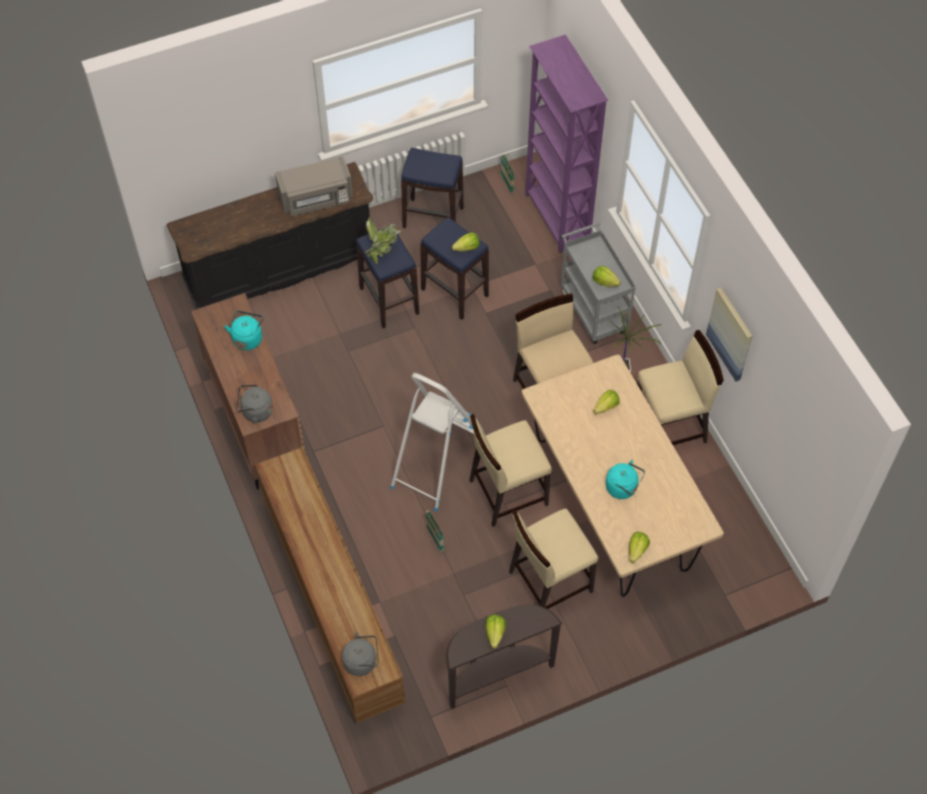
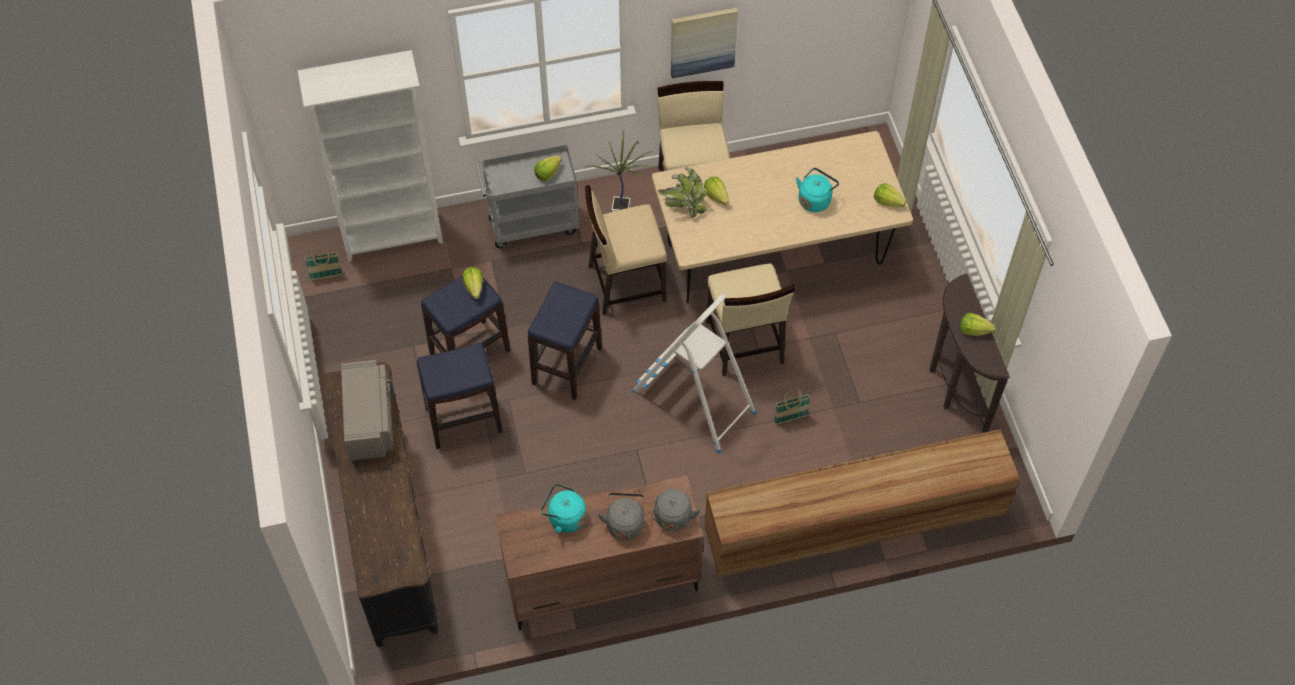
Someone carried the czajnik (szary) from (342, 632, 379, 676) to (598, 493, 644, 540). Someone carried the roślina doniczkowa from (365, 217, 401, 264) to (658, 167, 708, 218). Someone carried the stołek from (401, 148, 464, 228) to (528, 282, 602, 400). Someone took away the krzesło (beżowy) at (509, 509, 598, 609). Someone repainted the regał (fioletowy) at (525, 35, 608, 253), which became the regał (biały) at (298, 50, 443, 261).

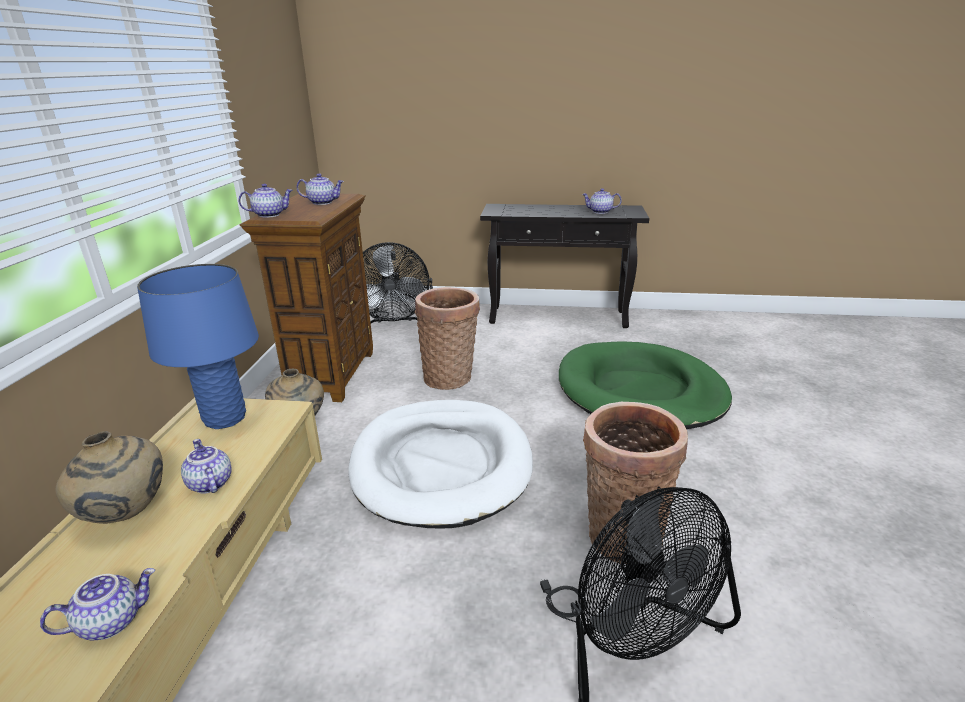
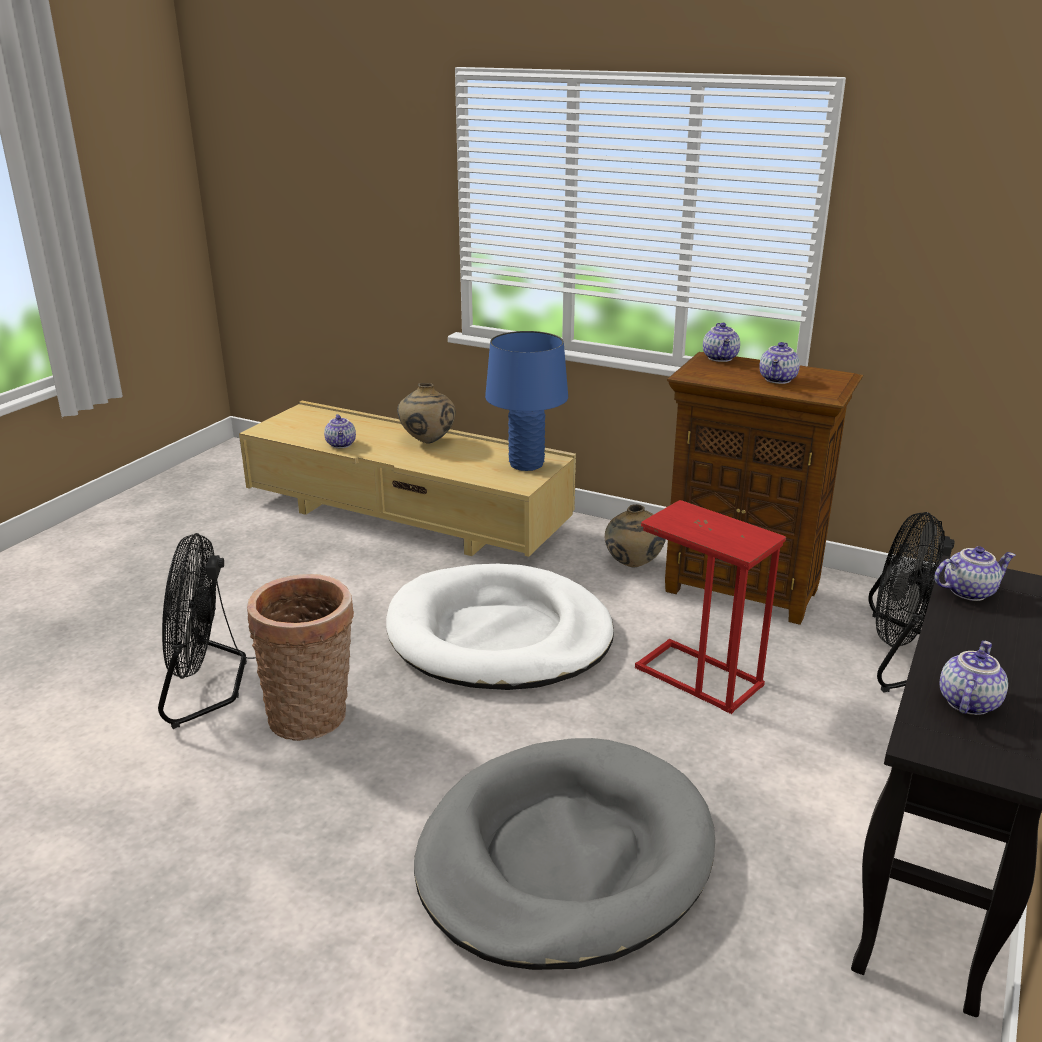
Someone carried the imbryk from (181, 439, 232, 493) to (934, 546, 1016, 601). Someone swapped the koszyk at (415, 287, 480, 390) for the stolik (czerwony) at (635, 500, 786, 714). Someone repainted the legowisko (zielony) at (559, 341, 732, 429), which became the legowisko (szary) at (414, 738, 715, 970).

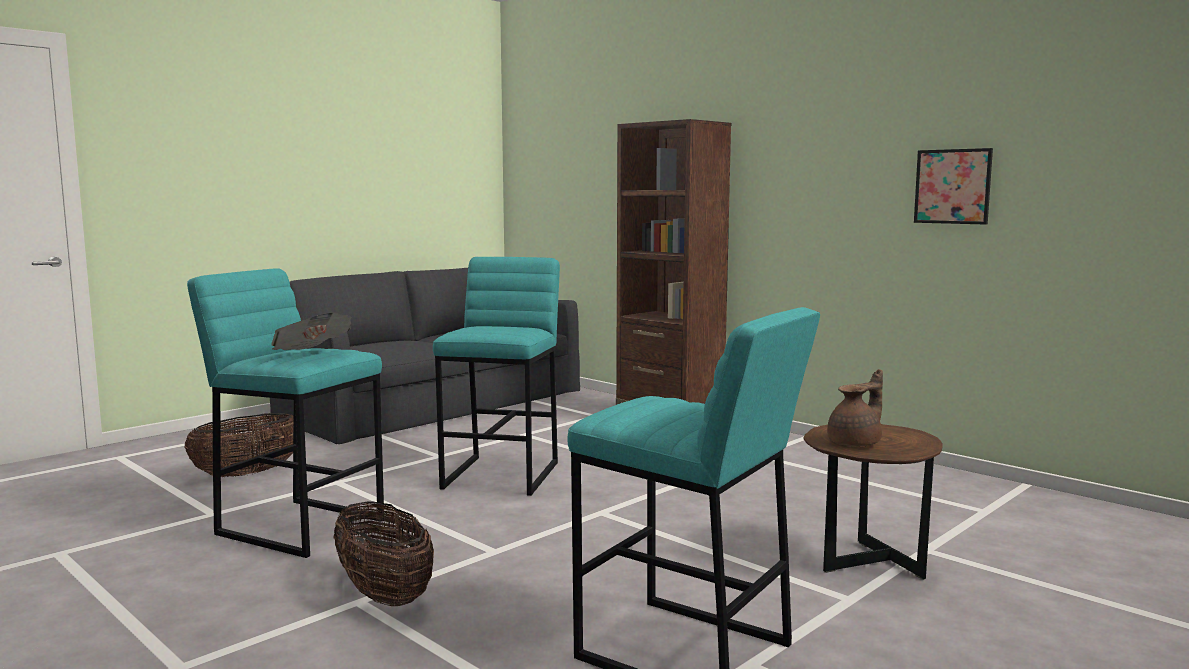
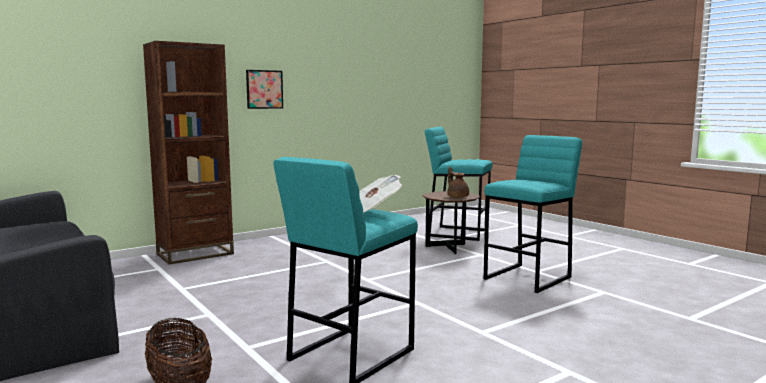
Someone took away the koszyk at (334, 501, 434, 606). Someone carried the stołek (turkusowy) from (433, 257, 560, 496) to (425, 127, 492, 241). Someone carried the obraz from (914, 148, 993, 225) to (246, 70, 283, 109).

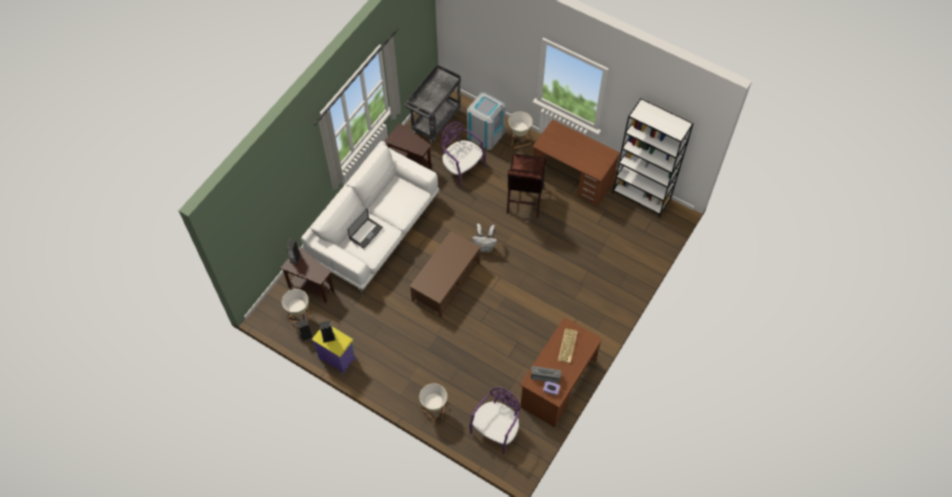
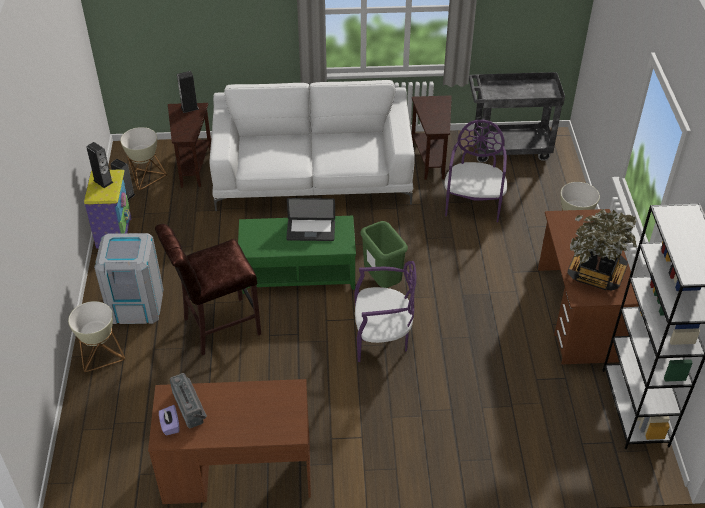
Someone carried the laptop from (348, 209, 383, 249) to (286, 198, 335, 241). Someone repainted the ława (brązowy) at (409, 231, 481, 318), which became the ława (zielony) at (238, 216, 356, 294). Someone carried the kosz na śmieci (szary) from (467, 92, 505, 150) to (94, 233, 164, 324). Someone carried the krzesło (fioletowy) from (469, 387, 520, 455) to (354, 261, 416, 362). Someone swapped the plecak (biały) at (472, 223, 497, 252) for the kosz na śmieci (zielony) at (360, 221, 408, 288). Someone carried the stołek (brązowy) from (507, 154, 547, 218) to (155, 224, 261, 355). Someone took away the klawiatura at (558, 328, 578, 363). Someone put down the roślina doniczkowa at (567, 209, 637, 291).

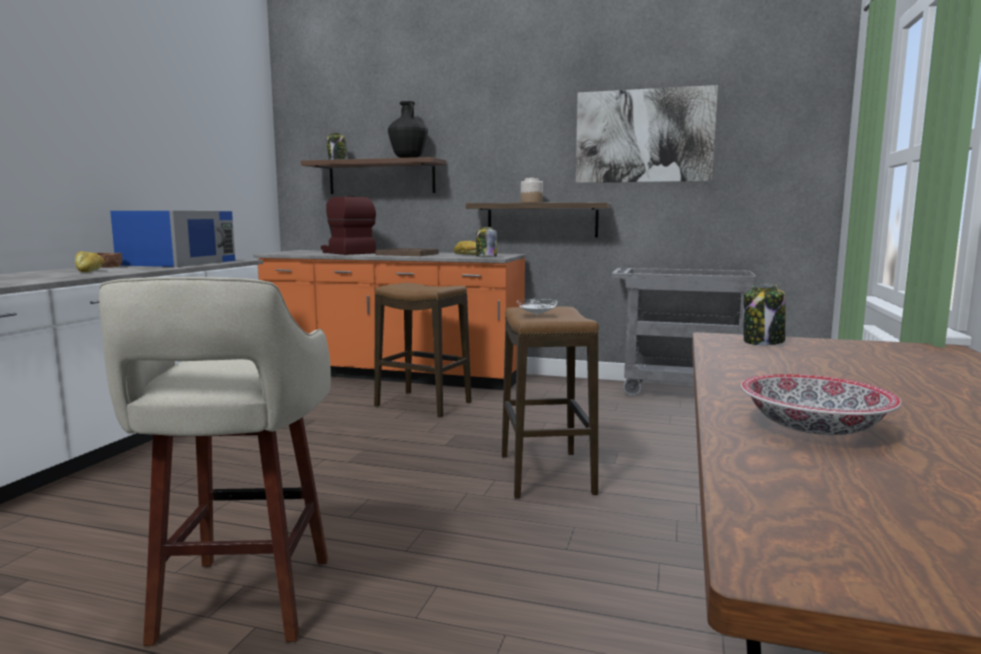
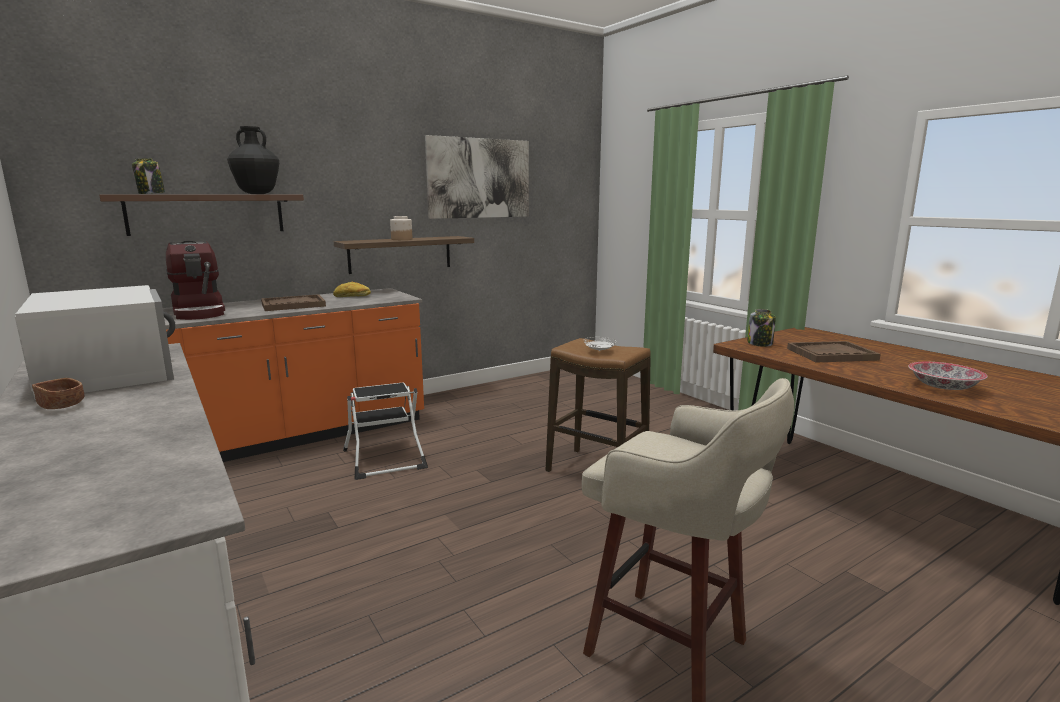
Someone took away the chleb at (75, 251, 104, 273). Someone repainted the mikrofalówka (niebieski) at (110, 211, 235, 267), which became the mikrofalówka (biały) at (15, 285, 176, 400). Someone rotated the ekspres do kawy at (321, 195, 376, 255) by 120 degrees counterclockwise. Someone swapped the stołek at (374, 283, 472, 418) for the drabinka at (343, 383, 428, 480). Someone took away the słoik at (476, 227, 497, 257). Someone took away the wózek (szary) at (611, 268, 756, 396). Someone put down the taca (brązowy) at (787, 341, 881, 362).

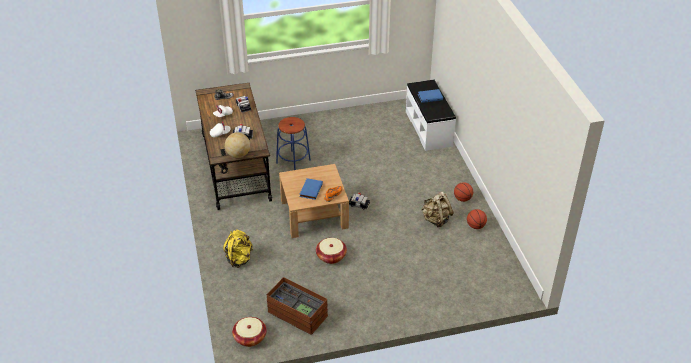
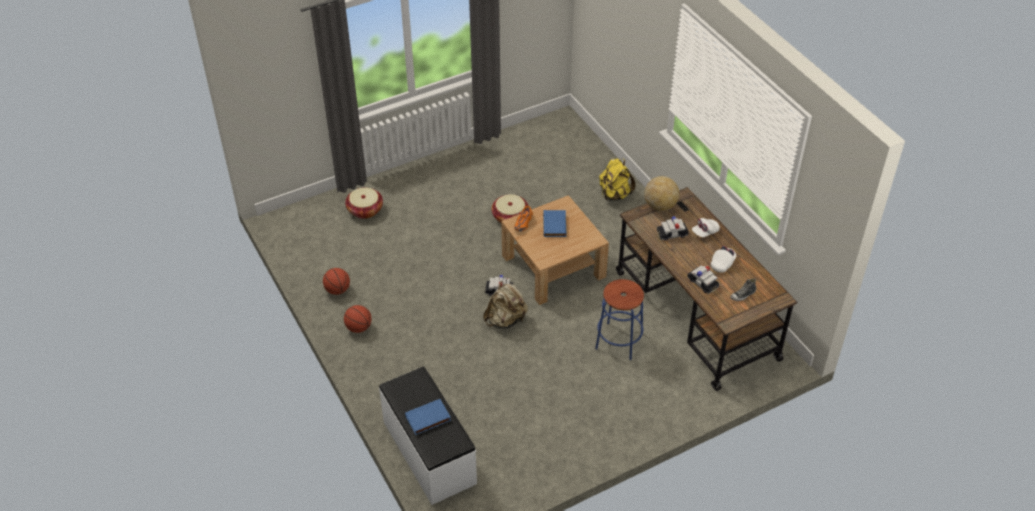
Someone carried the koszyk from (232, 317, 267, 347) to (345, 188, 383, 219). Someone took away the pojemnik do przechowywania (brązowy) at (267, 277, 328, 335). Someone carried the plecak (beżowy) from (421, 192, 454, 228) to (483, 281, 528, 328).

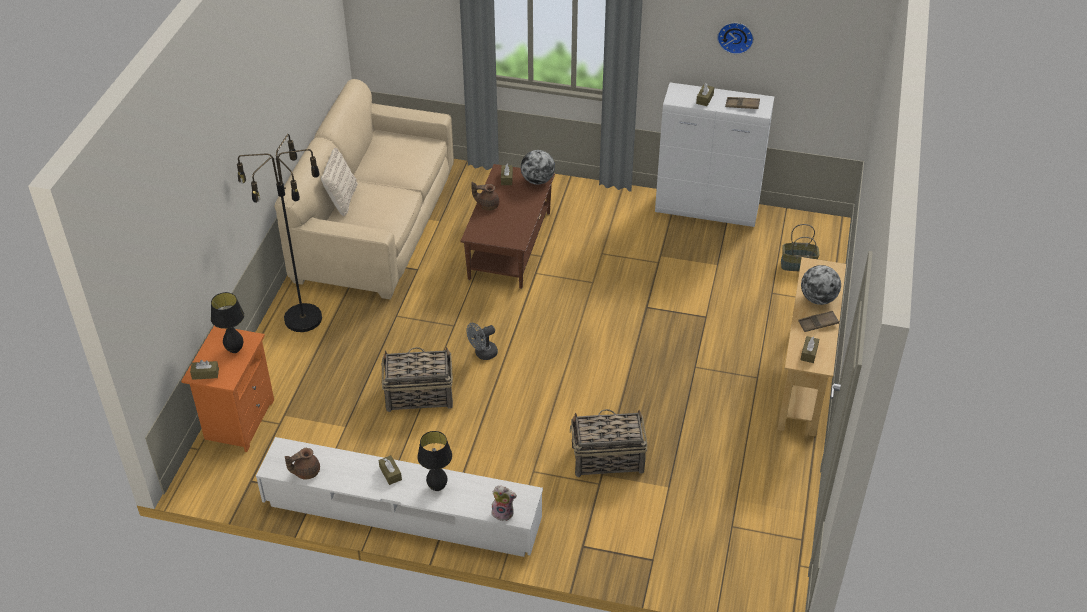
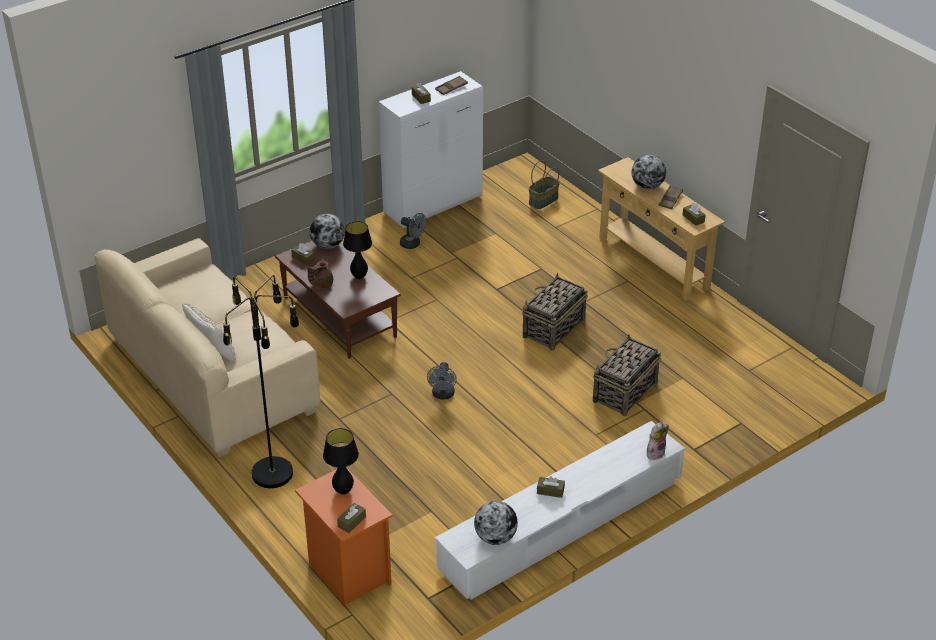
Someone swapped the imbryk (brązowy) at (285, 448, 320, 479) for the globus at (474, 501, 518, 545). Someone carried the koszyk from (381, 347, 453, 412) to (522, 273, 588, 350). Someone carried the lampa stołowa (czarny) from (417, 431, 452, 491) to (343, 221, 372, 279). Someone took away the zegar ścienny at (717, 23, 754, 54). Someone put down the wentylator (szary) at (400, 213, 426, 249).

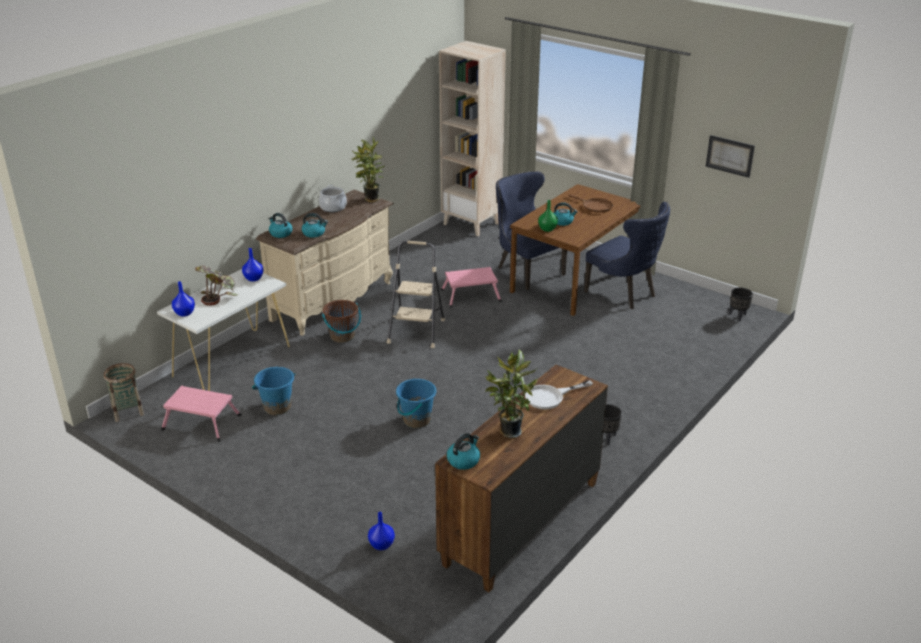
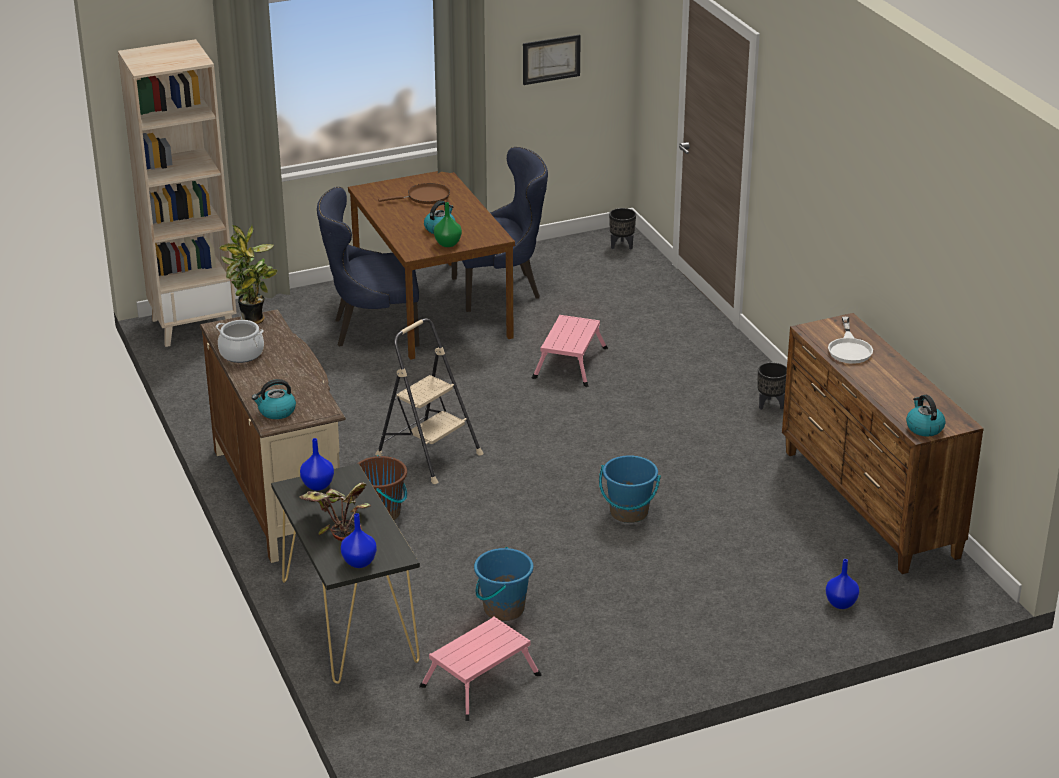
Someone took away the koszyk at (104, 363, 144, 422). Someone repainted the stolik konsolowy (biały) at (157, 269, 290, 391), which became the stolik konsolowy (czarny) at (271, 463, 420, 684). Someone took away the czajnik at (302, 213, 328, 238). Someone carried the drabinka (różowy) from (441, 267, 502, 309) to (532, 315, 608, 387). Someone took away the roślina doniczkowa at (485, 349, 538, 438).

